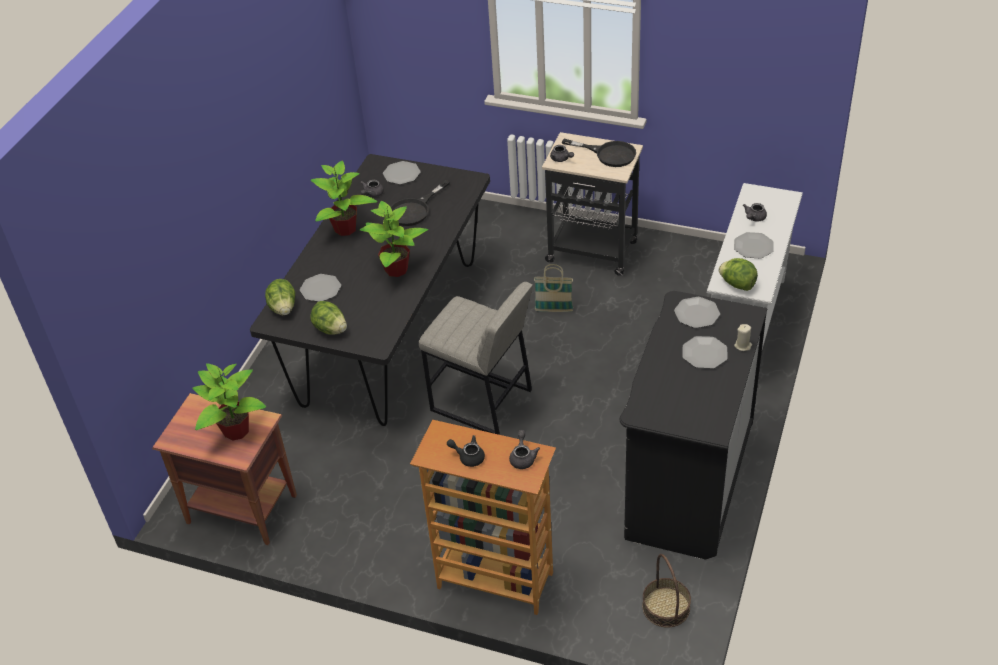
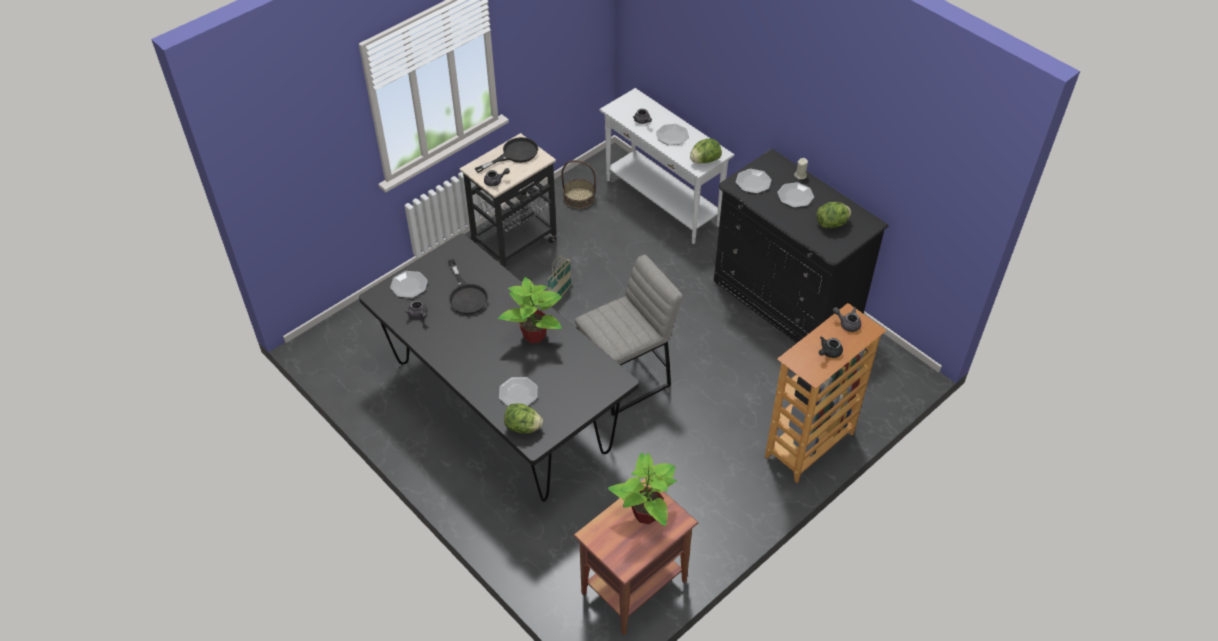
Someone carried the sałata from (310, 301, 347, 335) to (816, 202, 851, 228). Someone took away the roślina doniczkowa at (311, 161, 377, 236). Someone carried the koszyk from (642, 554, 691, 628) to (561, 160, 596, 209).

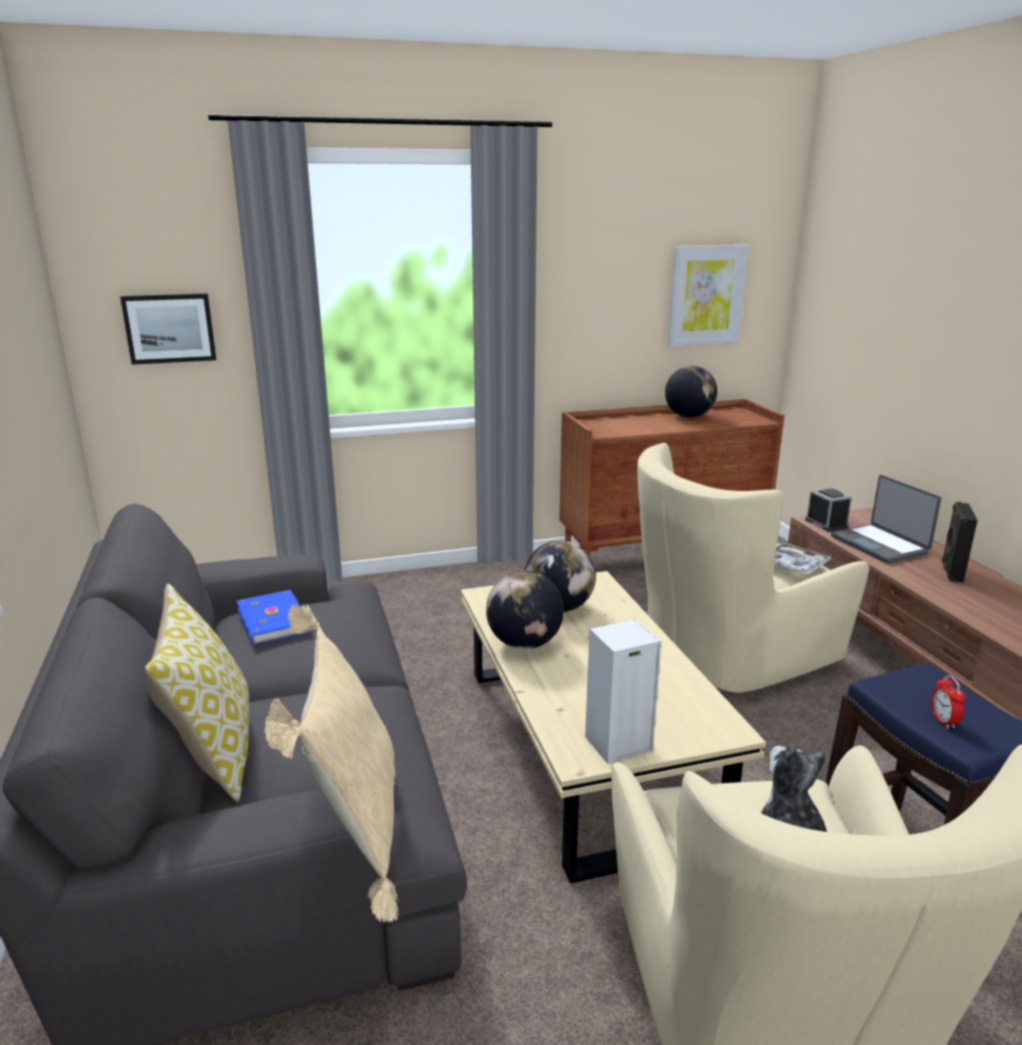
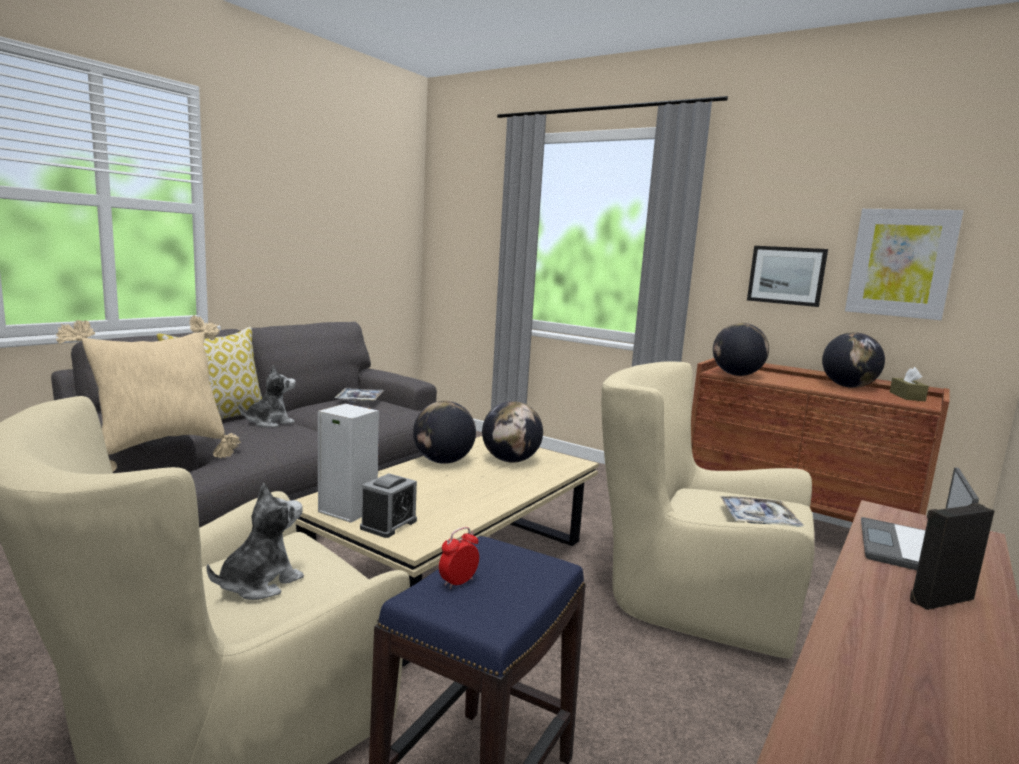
Someone carried the obraz from (120, 293, 216, 365) to (747, 246, 828, 307). Someone swapped the książka (niebieski) at (237, 590, 312, 645) for the taca at (334, 388, 384, 403). Someone carried the budzik from (805, 488, 852, 532) to (360, 473, 417, 538). Someone put down the pluszak at (238, 365, 296, 427). Someone put down the globus at (713, 323, 769, 376). Someone put down the pudełko chusteczek (brązowy) at (890, 367, 929, 401).

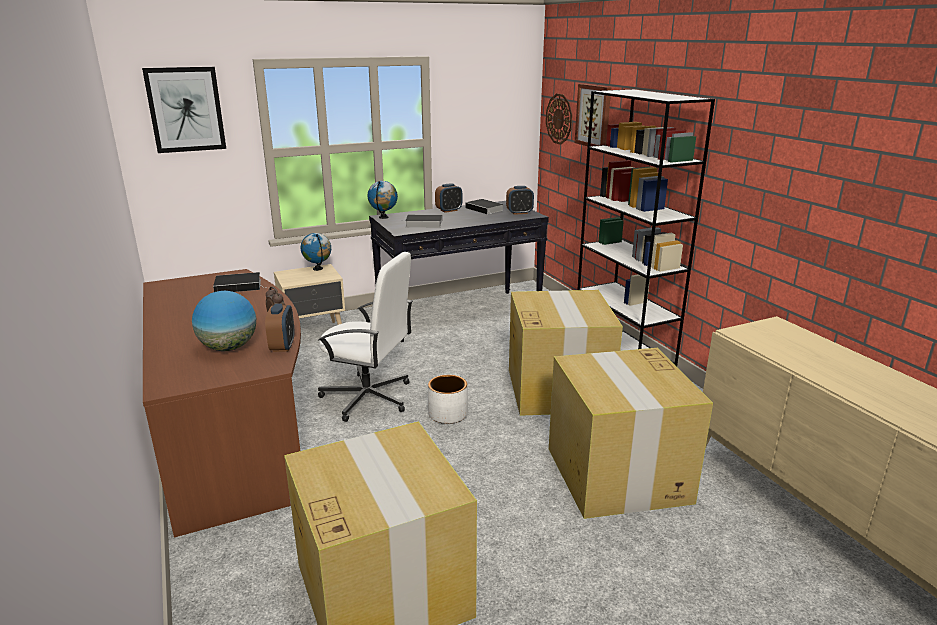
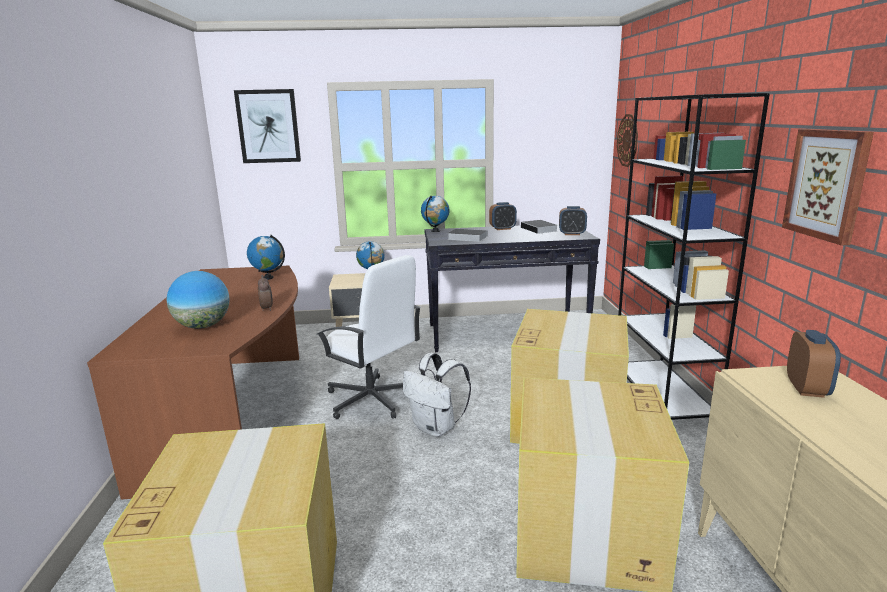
Someone swapped the książka at (213, 272, 268, 292) for the globus at (247, 235, 285, 280). Someone carried the budzik from (265, 304, 295, 352) to (787, 330, 841, 398). Someone swapped the donica (biały) at (428, 375, 468, 424) for the plecak (biały) at (403, 353, 471, 437). Someone carried the obraz from (575, 84, 611, 146) to (782, 129, 874, 246).

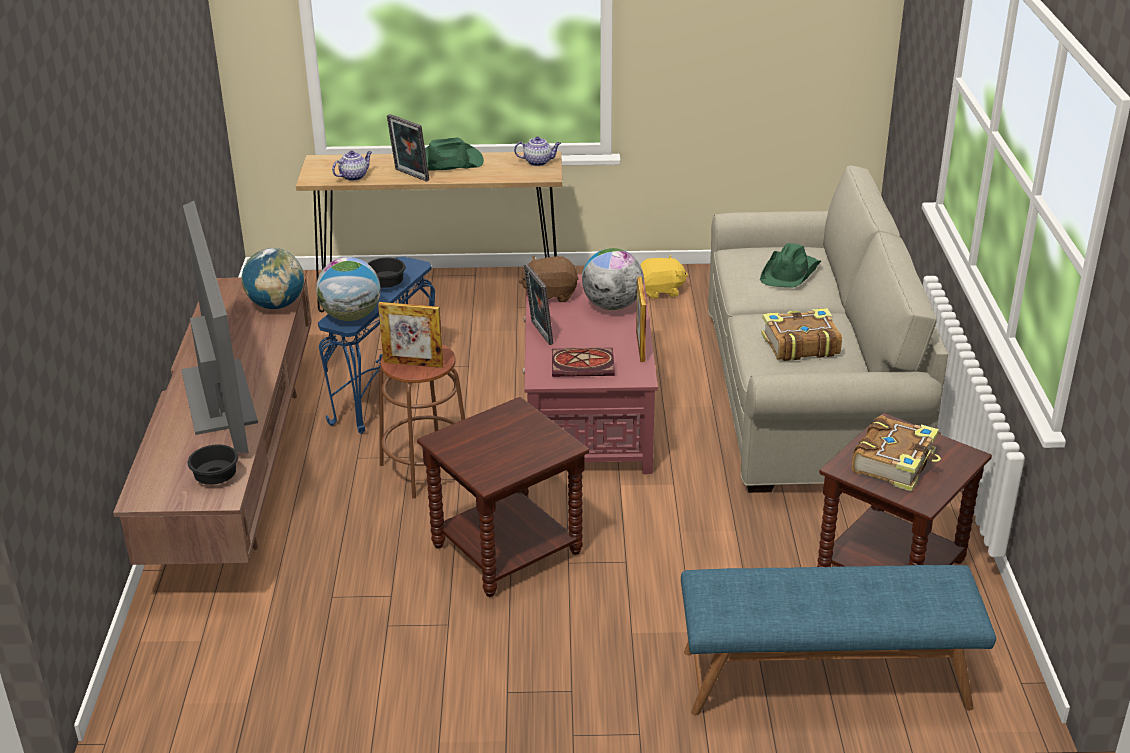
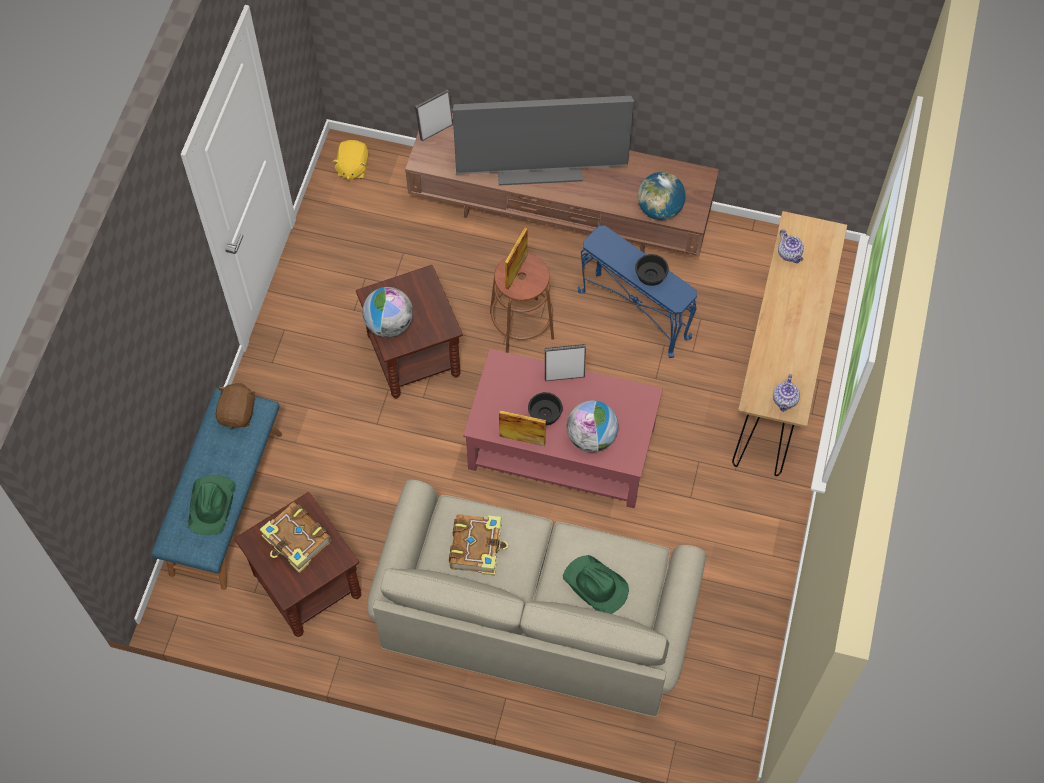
Someone carried the miska (czarny) from (187, 444, 238, 485) to (528, 392, 563, 425). Someone carried the globus from (316, 257, 381, 321) to (362, 287, 413, 338). Someone carried the ramka na zdjęcie from (387, 114, 429, 182) to (415, 89, 453, 141). Someone carried the kapelusz (zielony) from (425, 138, 484, 171) to (188, 475, 236, 535). Someone carried the pluszak (brązowy) from (519, 256, 579, 302) to (216, 383, 255, 428). Someone took away the książka at (552, 347, 615, 377). Someone carried the pluszak (żółty) from (640, 255, 688, 299) to (332, 140, 368, 180).

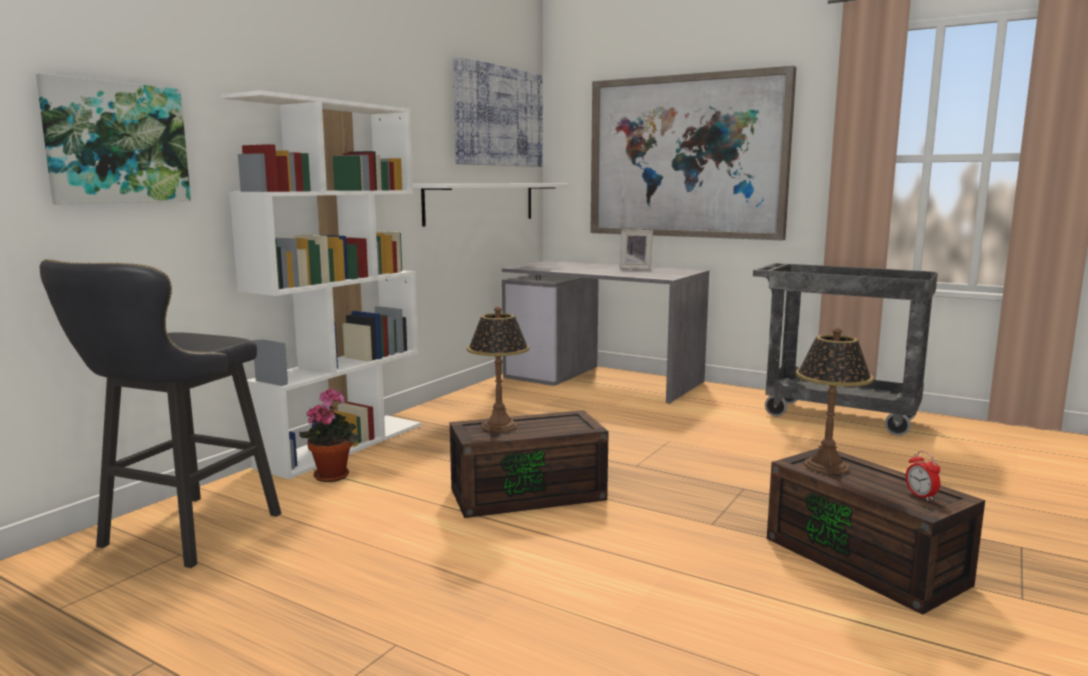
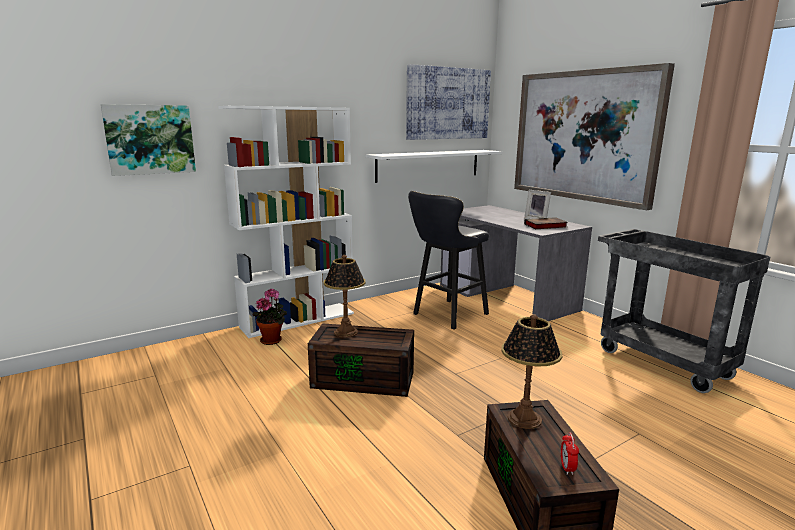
Someone carried the stołek (czarny) from (40, 259, 282, 568) to (408, 191, 489, 330). Someone put down the książka at (524, 217, 568, 229).

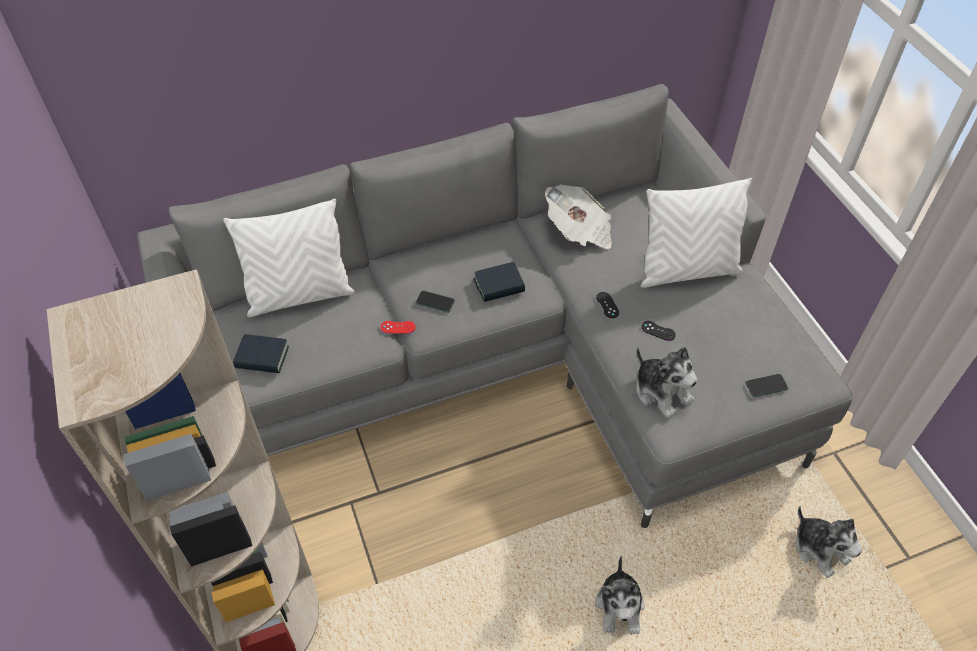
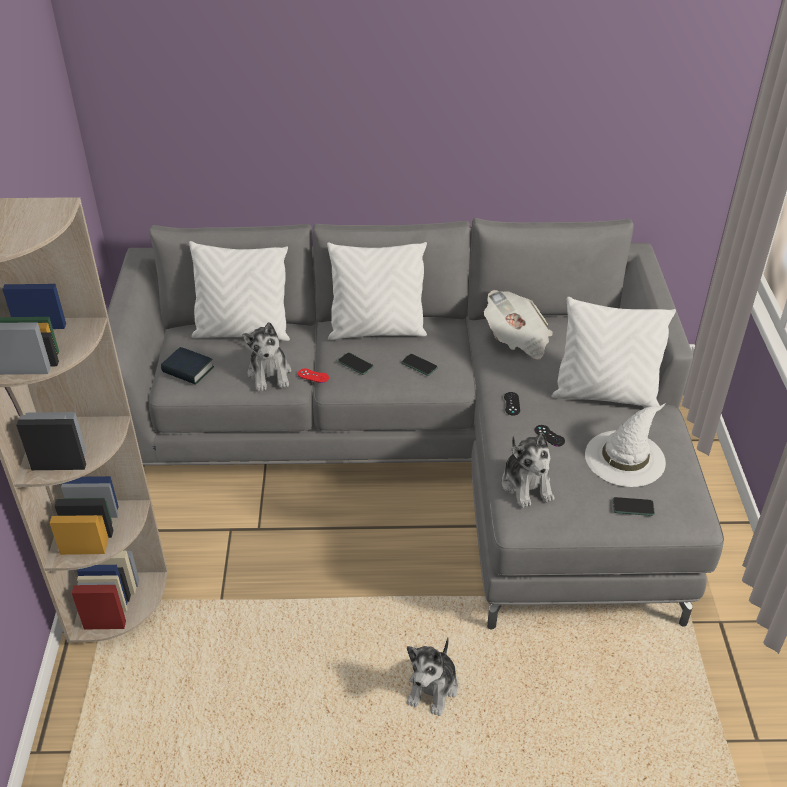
Someone swapped the książka at (474, 262, 525, 302) for the telefon at (401, 354, 438, 376). Someone carried the pluszak from (795, 506, 862, 578) to (242, 322, 292, 391). Someone put down the poduszka (biały) at (327, 242, 427, 340). Someone put down the kapelusz (biały) at (585, 404, 666, 487).

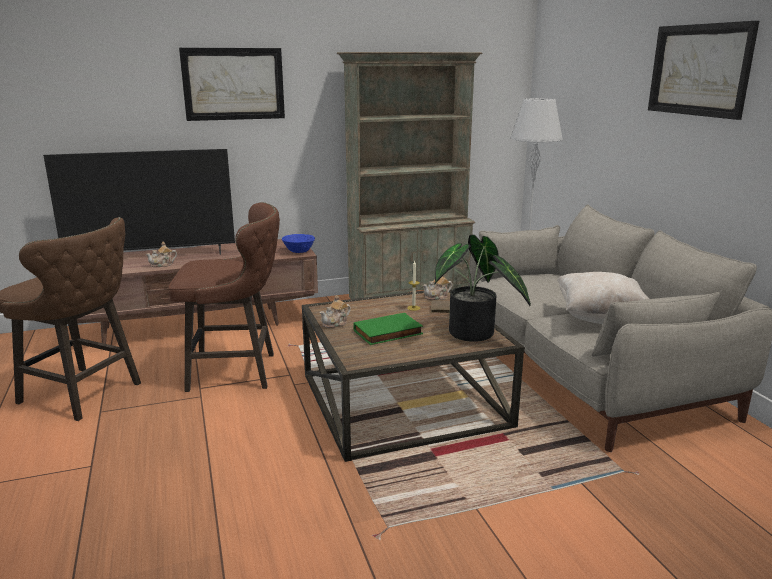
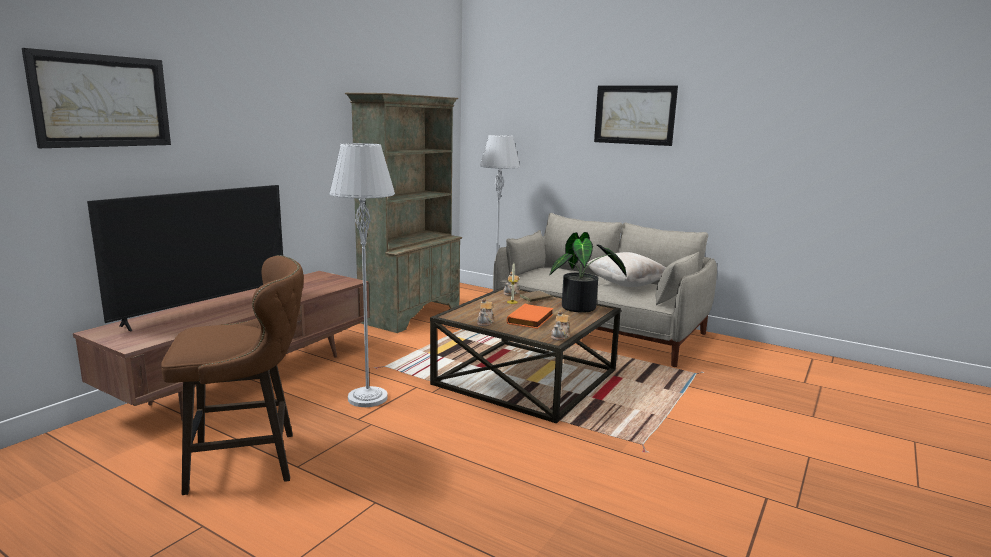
Someone carried the imbryk from (146, 242, 177, 267) to (551, 310, 570, 340). Someone swapped the stołek (brązowy) at (168, 202, 280, 392) for the lampa stojąca (szary) at (329, 143, 395, 407). Someone carried the obraz from (179, 48, 285, 121) to (22, 48, 171, 148). Someone took away the miska (niebieski) at (282, 234, 315, 253). Someone repainted the książka (zielony) at (353, 313, 423, 345), which became the książka (pomarańczowy) at (507, 304, 554, 329).

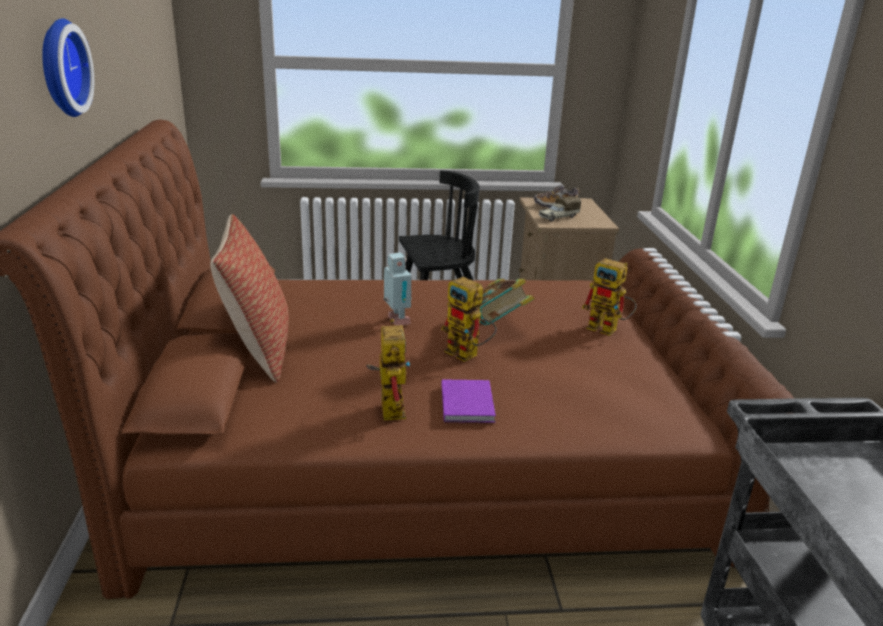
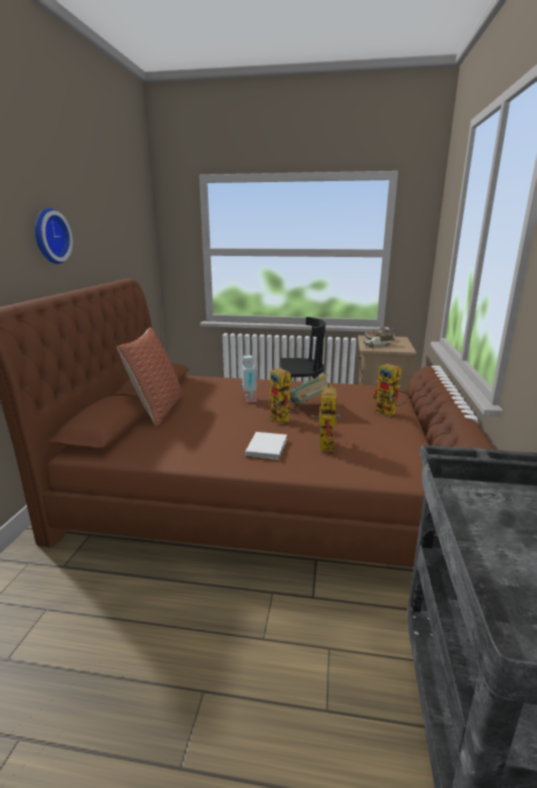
Someone carried the robot zabawkowy from (366, 318, 410, 420) to (311, 384, 340, 451). Someone repainted the książka (fioletowy) at (441, 379, 496, 423), which became the książka (biały) at (245, 432, 287, 460).

